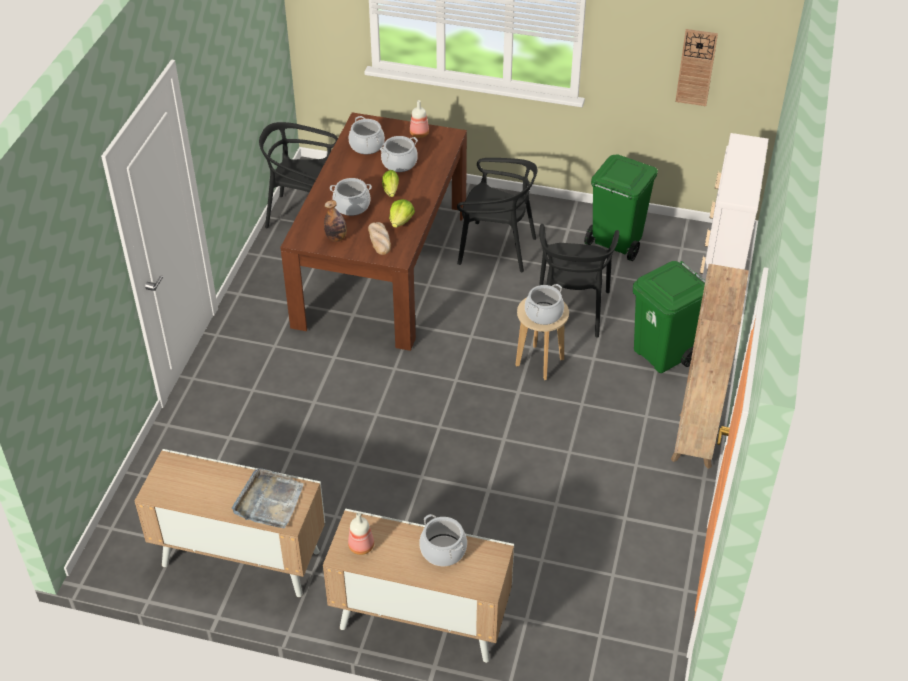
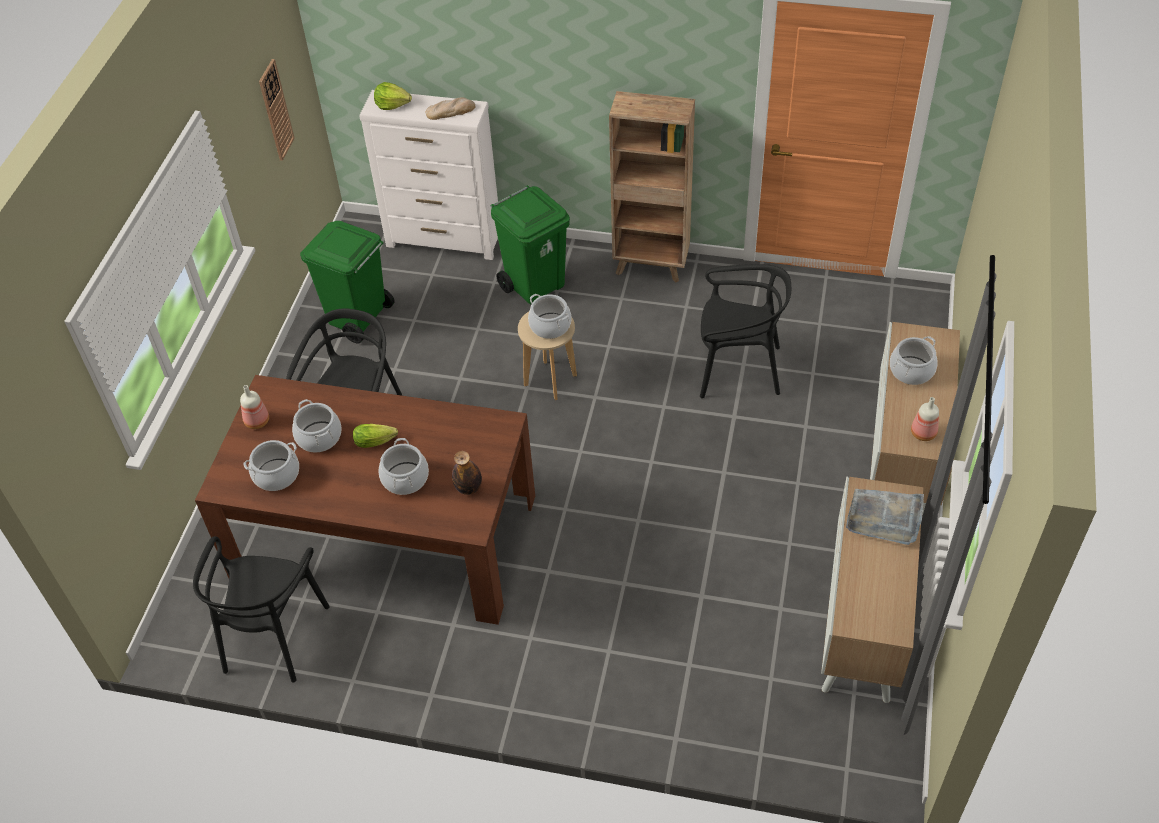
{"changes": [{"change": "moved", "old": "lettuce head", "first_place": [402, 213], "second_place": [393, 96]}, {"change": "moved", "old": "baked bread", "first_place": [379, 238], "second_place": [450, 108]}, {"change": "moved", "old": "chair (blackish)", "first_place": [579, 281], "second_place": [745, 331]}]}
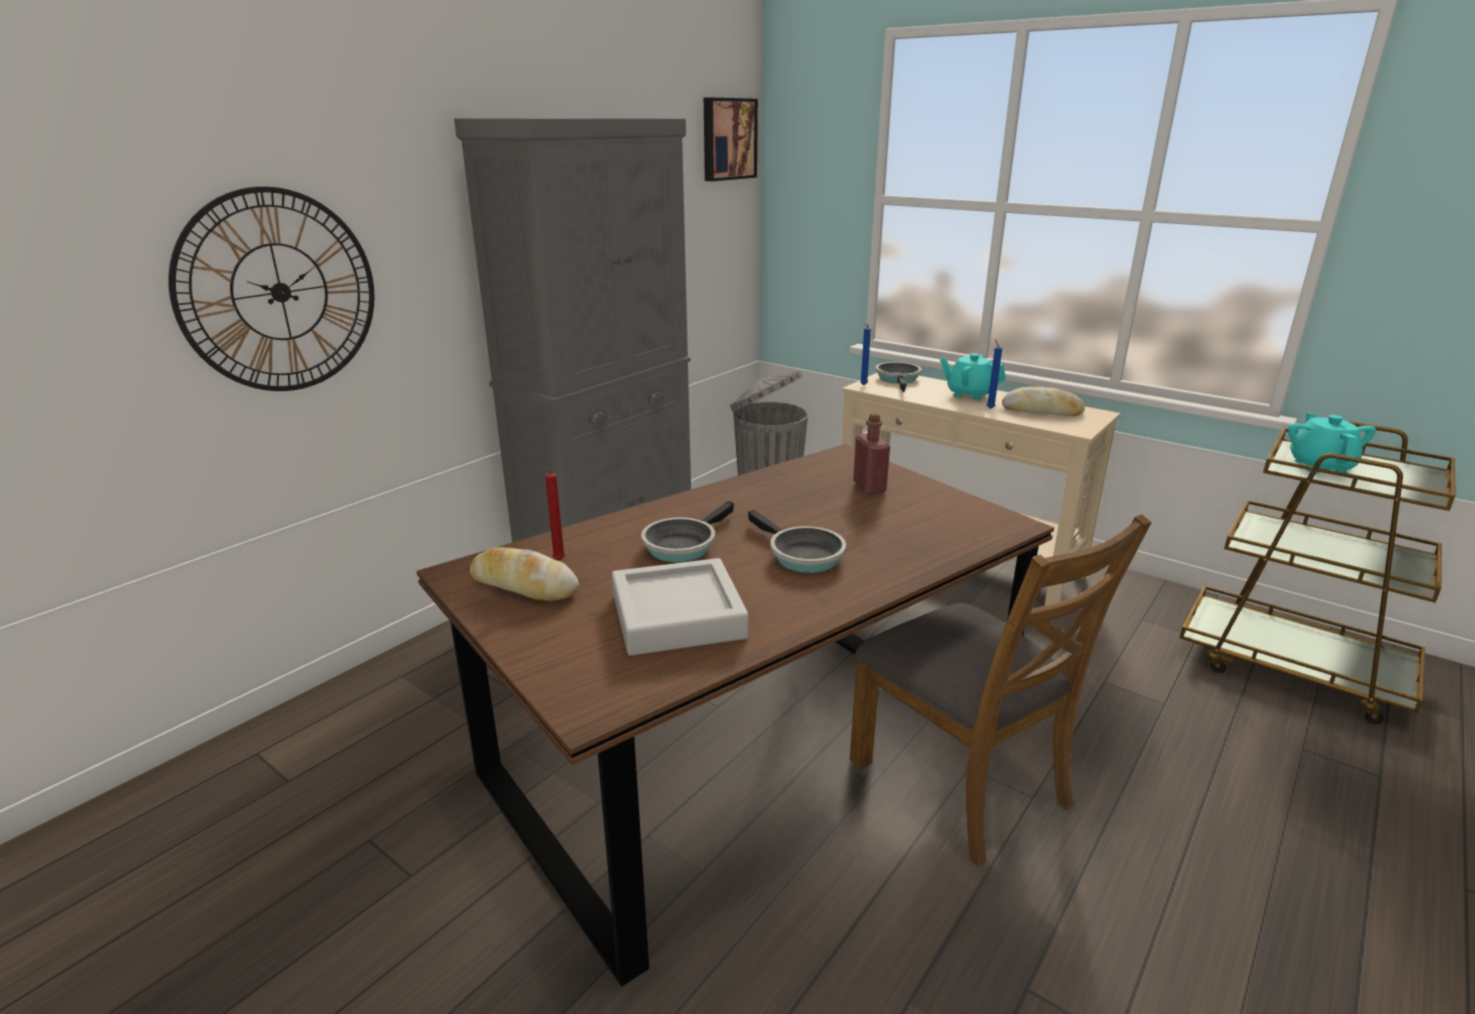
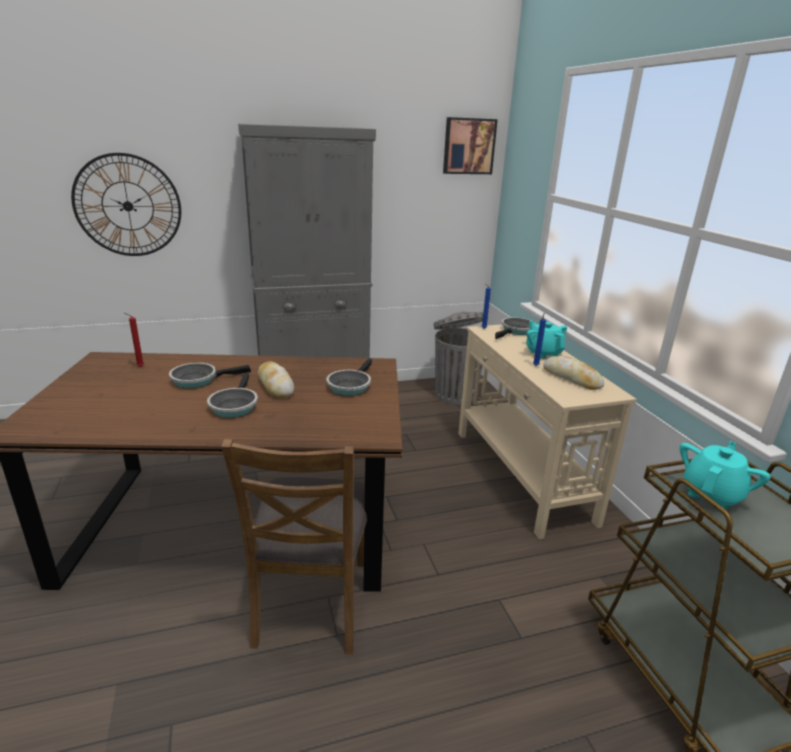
{"changes": [{"change": "replaced", "old": "beverage bottle (red)", "new": "frying pan", "first_place": [871, 453], "second_place": [349, 377]}, {"change": "moved", "old": "baked bread", "first_place": [524, 574], "second_place": [276, 380]}, {"change": "removed", "old": "tray (grey)", "first_place": [680, 607]}]}
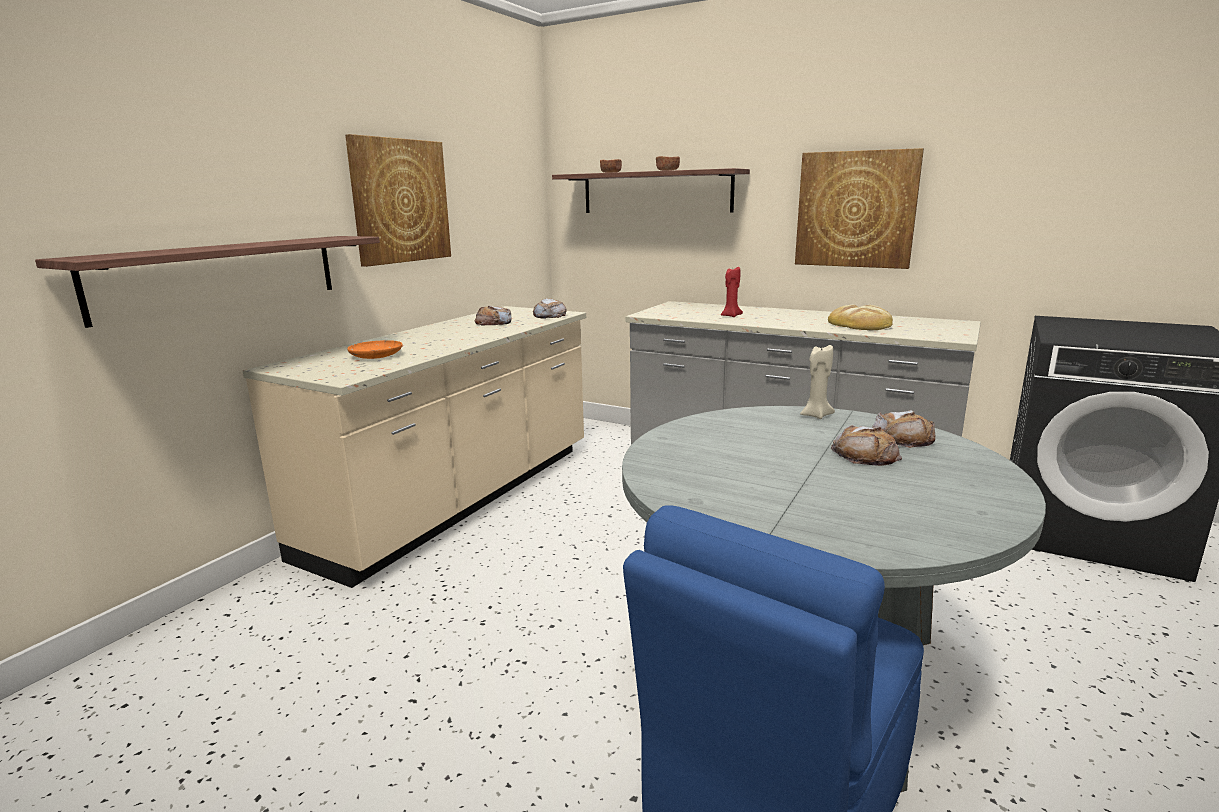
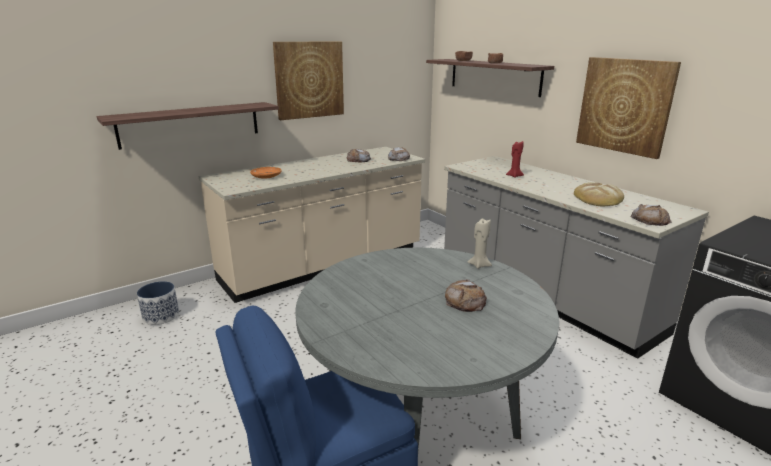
{"changes": [{"change": "moved", "old": "baked bread", "first_place": [904, 429], "second_place": [651, 215]}, {"change": "added", "new": "planter", "second_place": [158, 303]}]}
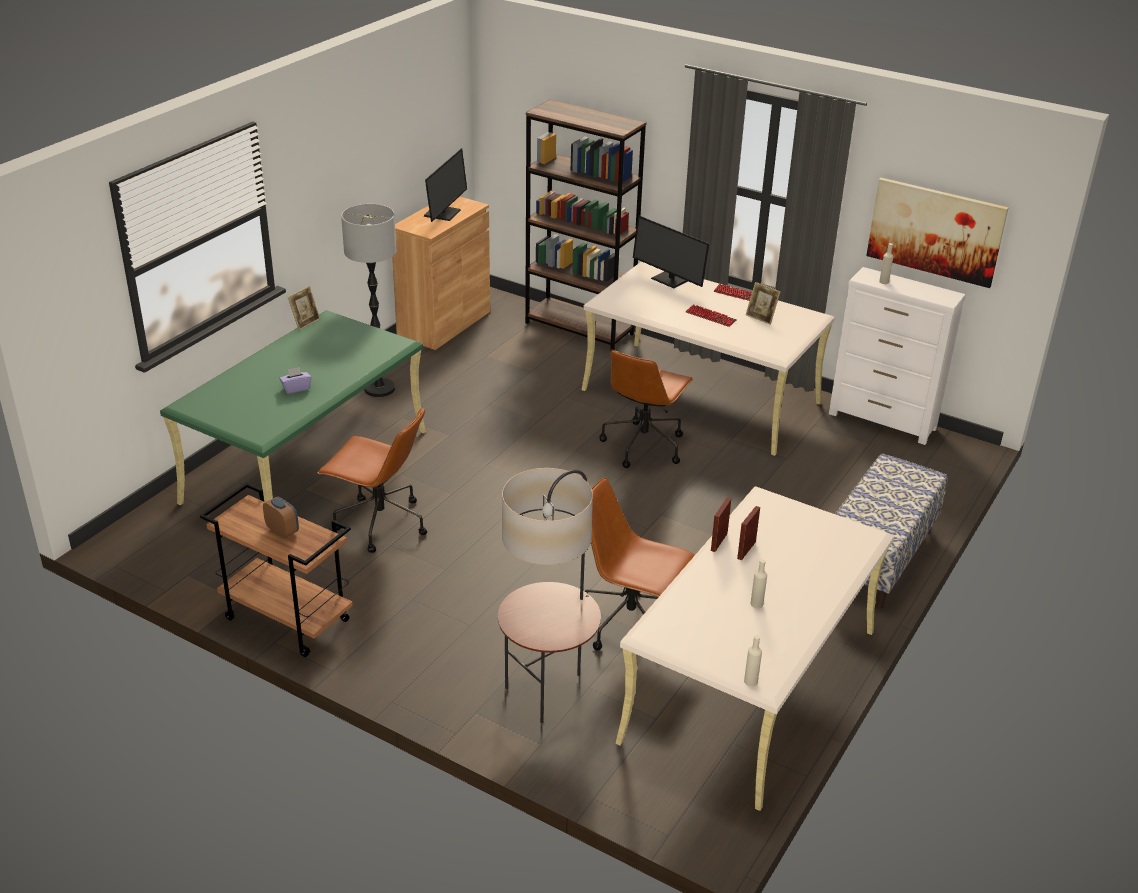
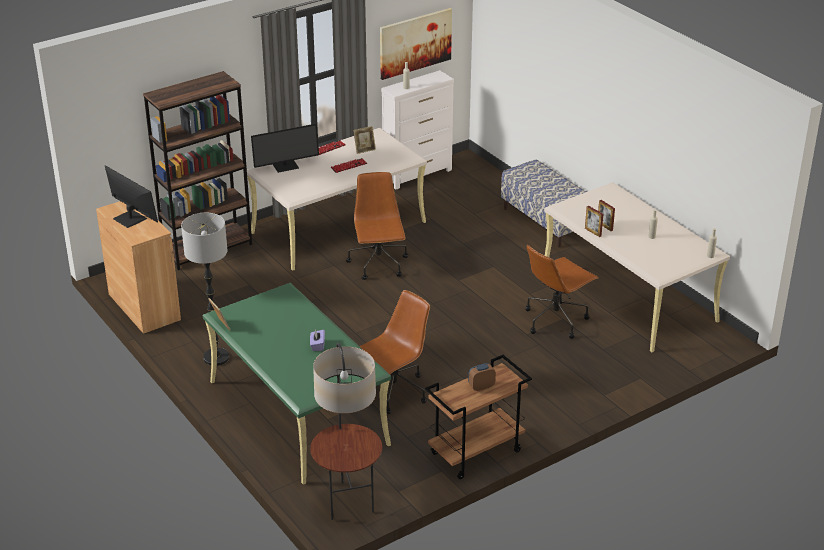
{"changes": [{"change": "turned", "old": "desk chair (brown)", "first_place": [646, 409], "second_place": [377, 226], "degrees": -150}, {"change": "moved", "old": "standard lamp", "first_place": [549, 595], "second_place": [346, 431]}]}
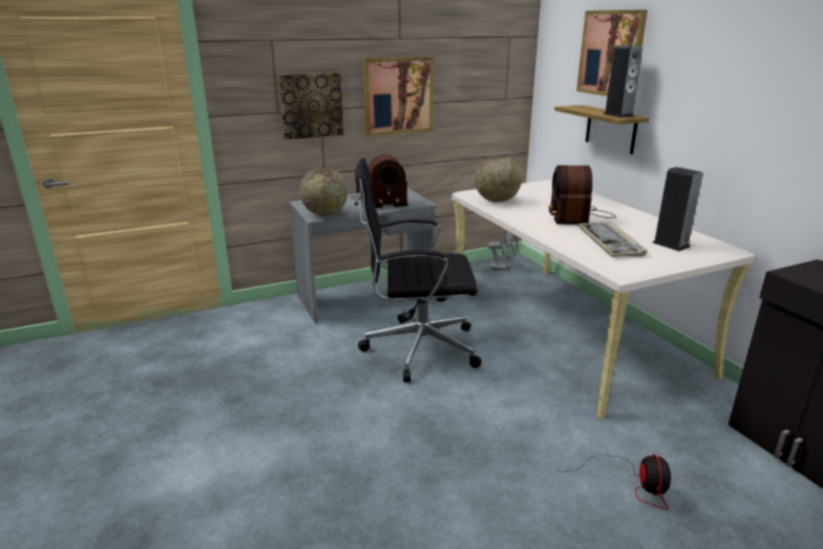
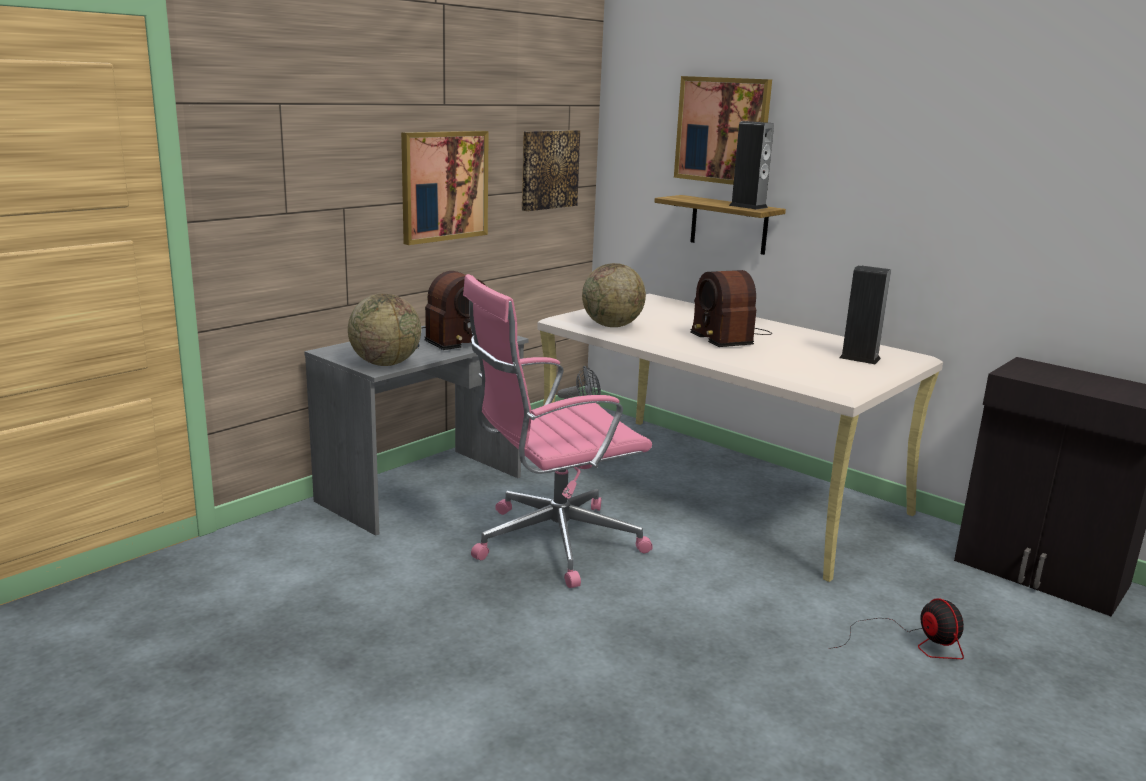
{"changes": [{"change": "moved", "old": "picture", "first_place": [311, 106], "second_place": [551, 170]}, {"change": "recoloured", "old": "desk chair (blackish)", "new": "desk chair (pinkish)", "first_place": [418, 270], "second_place": [558, 431]}, {"change": "removed", "old": "keyboard", "first_place": [612, 239]}]}
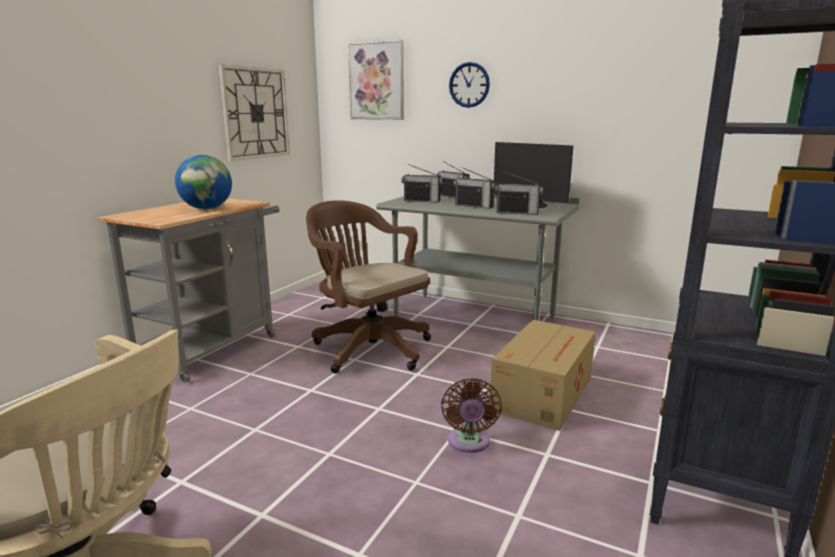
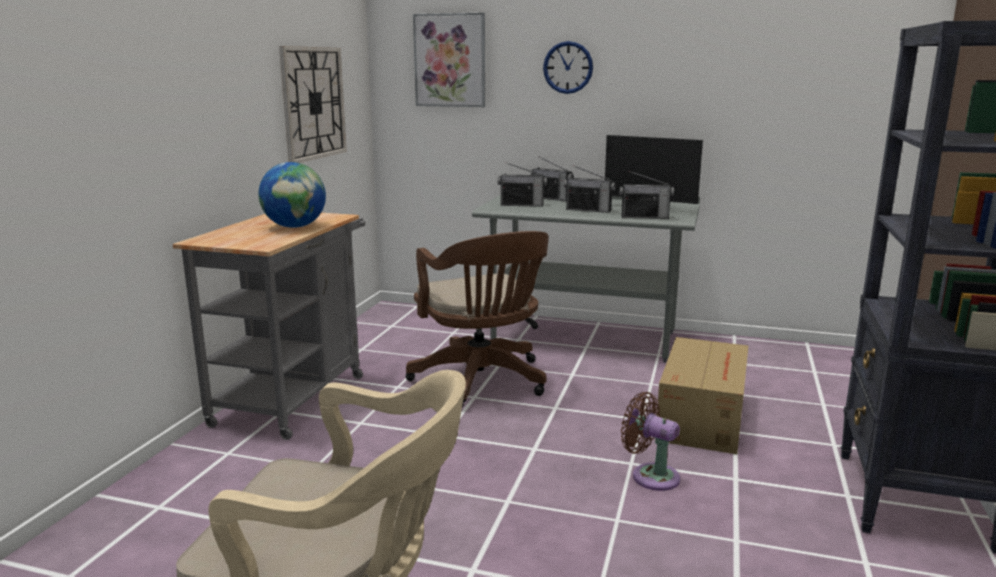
{"changes": [{"change": "turned", "old": "desk chair (brown)", "first_place": [368, 287], "second_place": [477, 319], "degrees": -150}, {"change": "turned", "old": "electric fan (brown)", "first_place": [471, 415], "second_place": [650, 441], "degrees": 135}]}
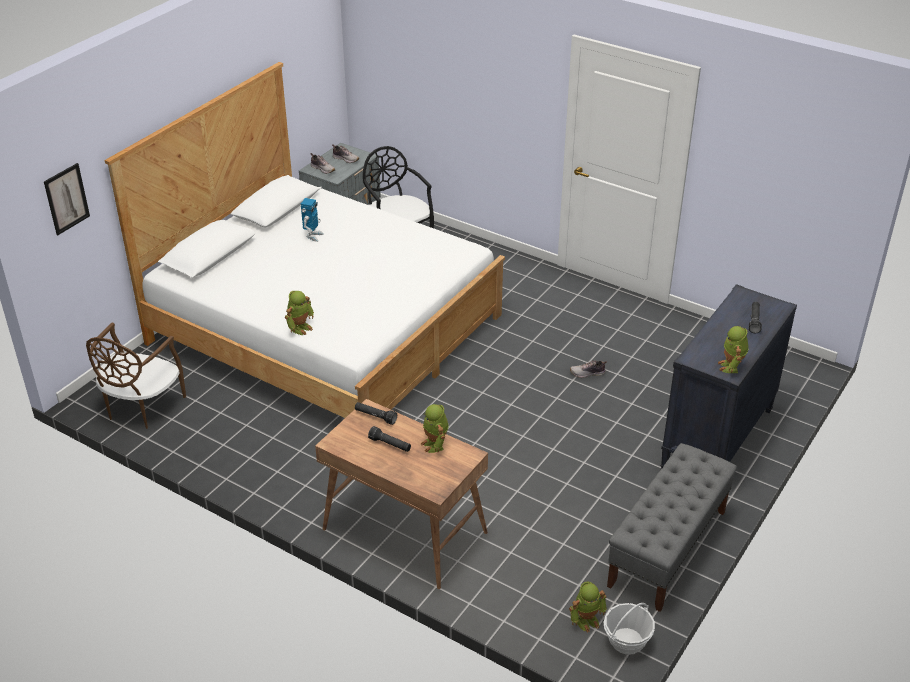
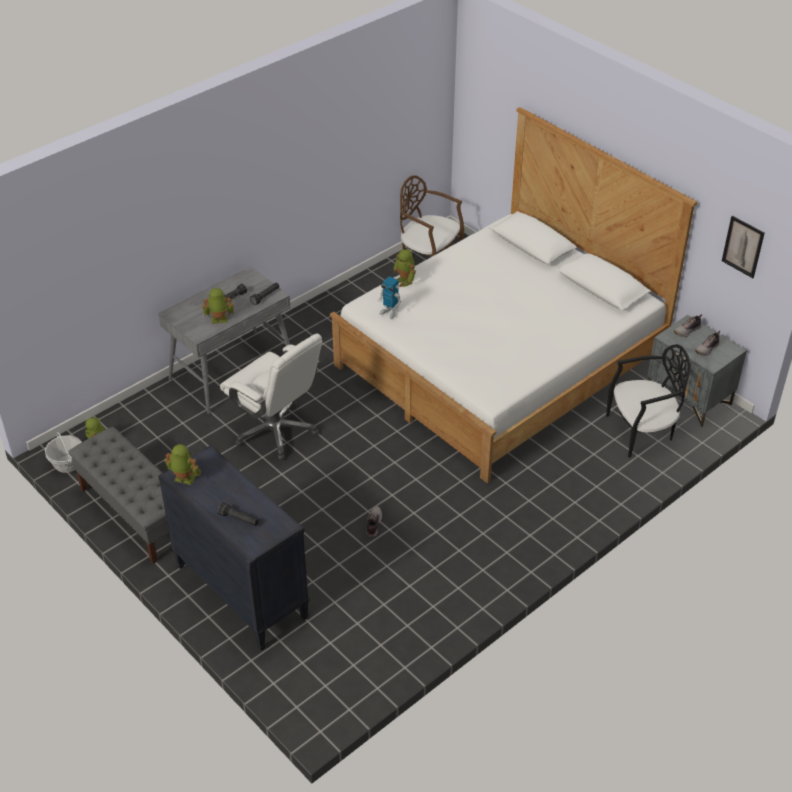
{"changes": [{"change": "moved", "old": "picture", "first_place": [67, 199], "second_place": [743, 247]}, {"change": "moved", "old": "model robot", "first_place": [312, 220], "second_place": [389, 297]}, {"change": "recoloured", "old": "desk unit (brown)", "new": "desk unit (grey)", "first_place": [401, 494], "second_place": [224, 340]}, {"change": "added", "new": "desk chair (whitish)", "second_place": [271, 396]}]}
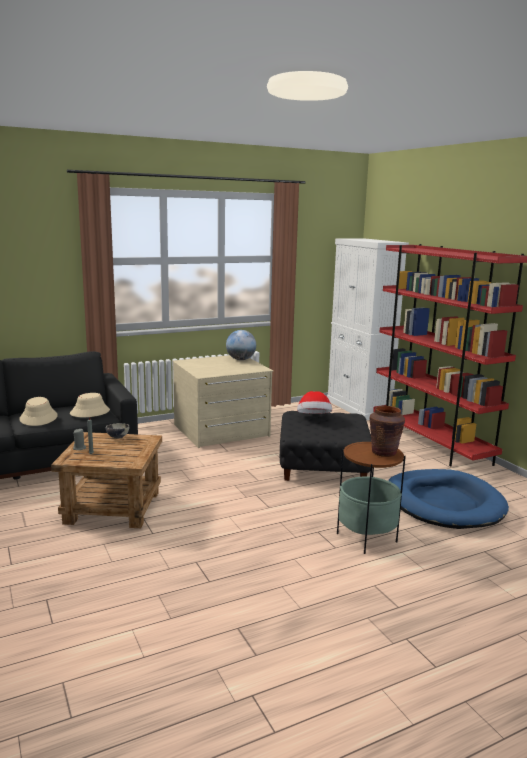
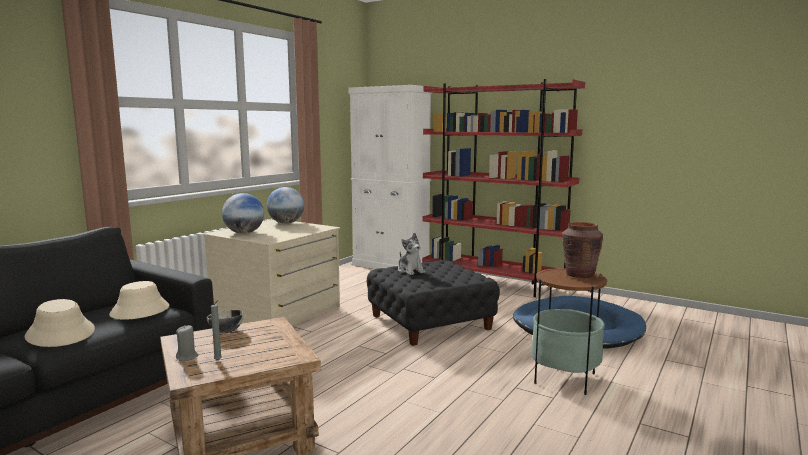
{"changes": [{"change": "replaced", "old": "hat", "new": "cuddly toy", "first_place": [314, 402], "second_place": [411, 254]}, {"change": "added", "new": "globe", "second_place": [243, 213]}]}
